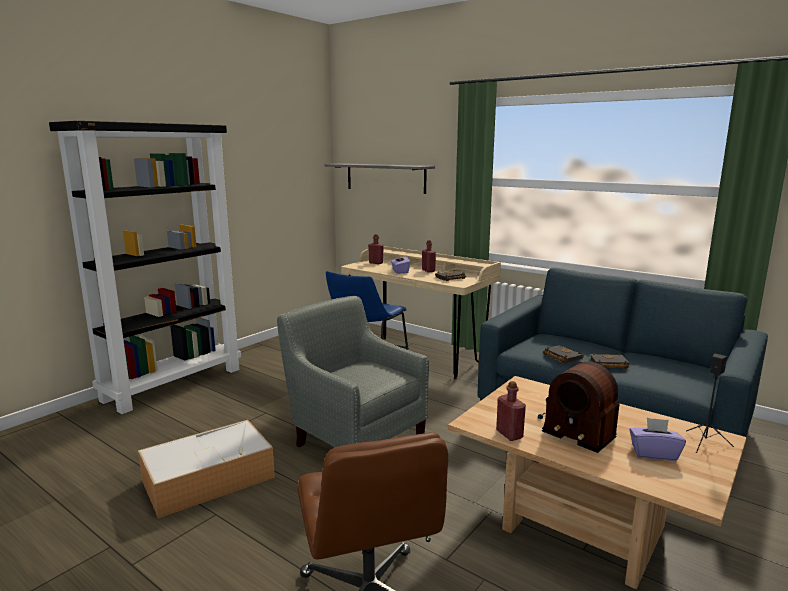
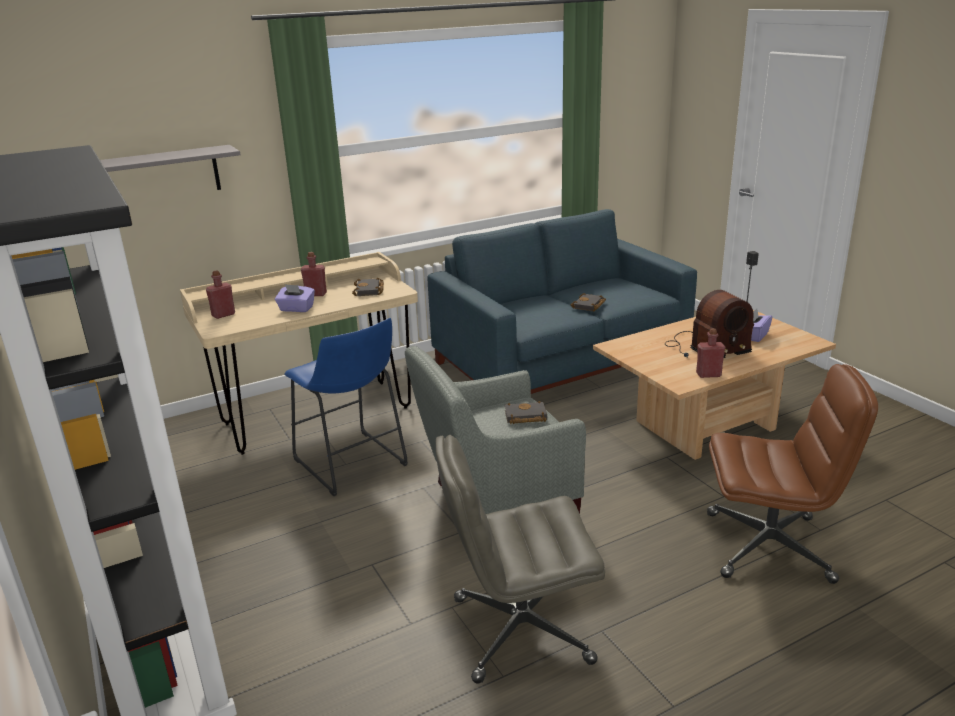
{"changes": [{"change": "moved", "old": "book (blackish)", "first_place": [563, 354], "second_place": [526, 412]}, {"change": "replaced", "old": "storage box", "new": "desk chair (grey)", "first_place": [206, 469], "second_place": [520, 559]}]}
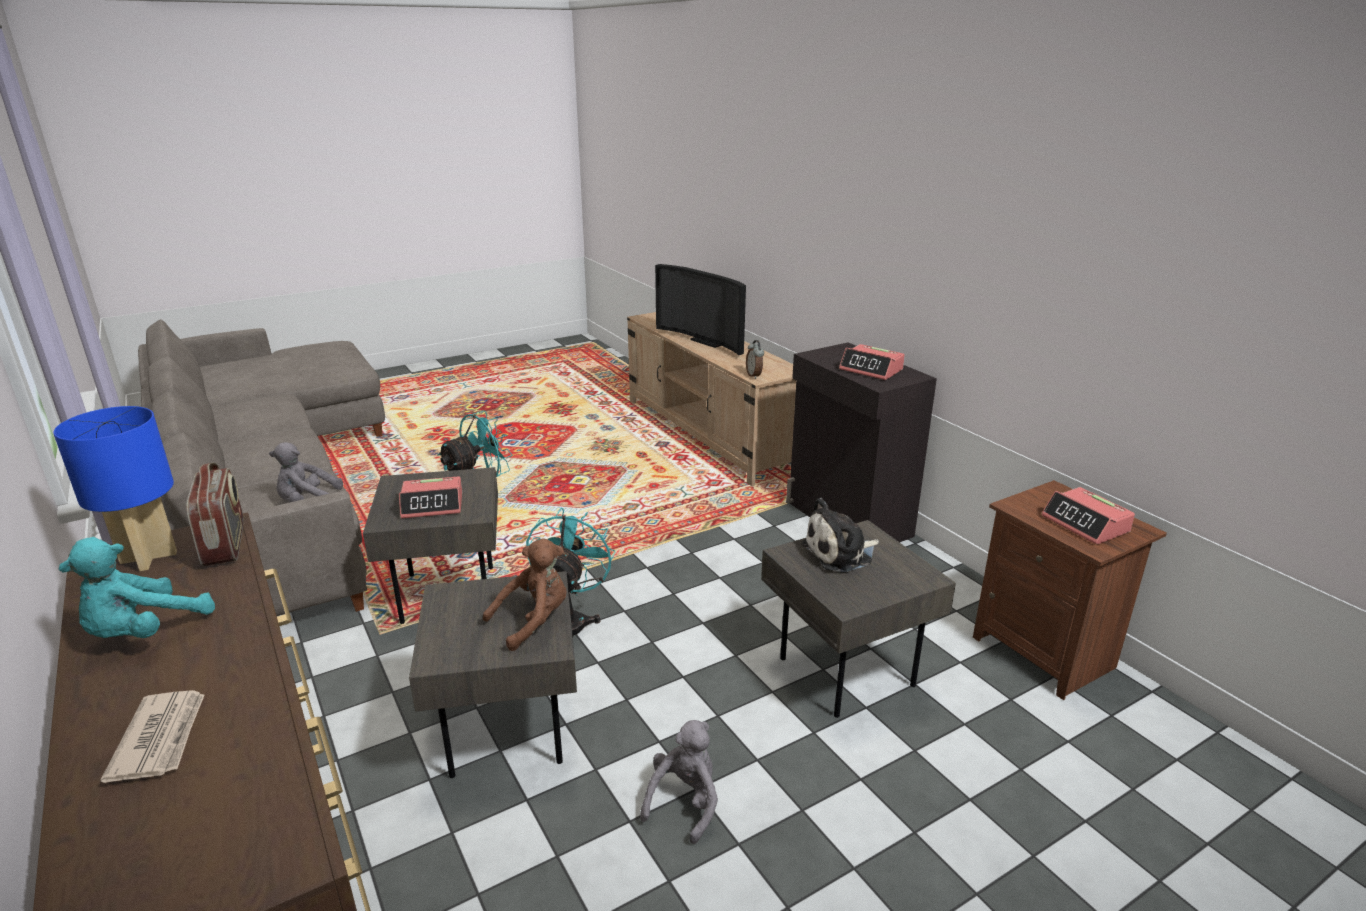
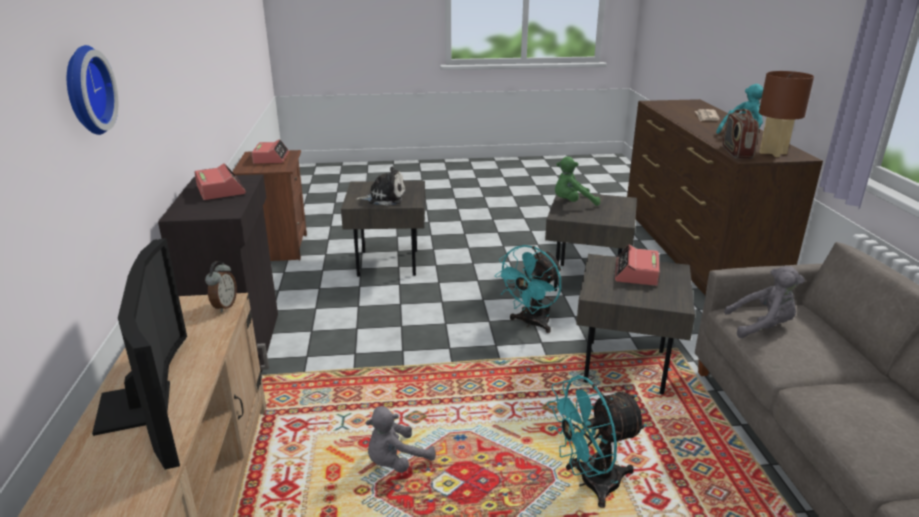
{"changes": [{"change": "recoloured", "old": "table lamp (bluish)", "new": "table lamp (brown)", "first_place": [115, 488], "second_place": [786, 114]}, {"change": "turned", "old": "alarm clock", "first_place": [430, 497], "second_place": [637, 265], "degrees": -90}, {"change": "recoloured", "old": "cuddly toy (brown)", "new": "cuddly toy (greenish)", "first_place": [525, 594], "second_place": [577, 181]}, {"change": "moved", "old": "cuddly toy (grey)", "first_place": [679, 782], "second_place": [401, 439]}, {"change": "added", "new": "clock on the wall", "second_place": [92, 90]}]}
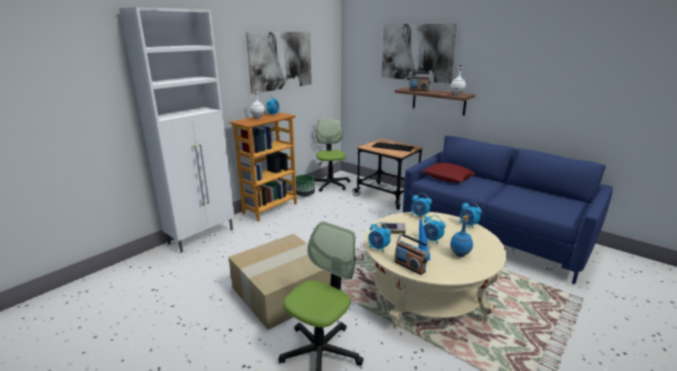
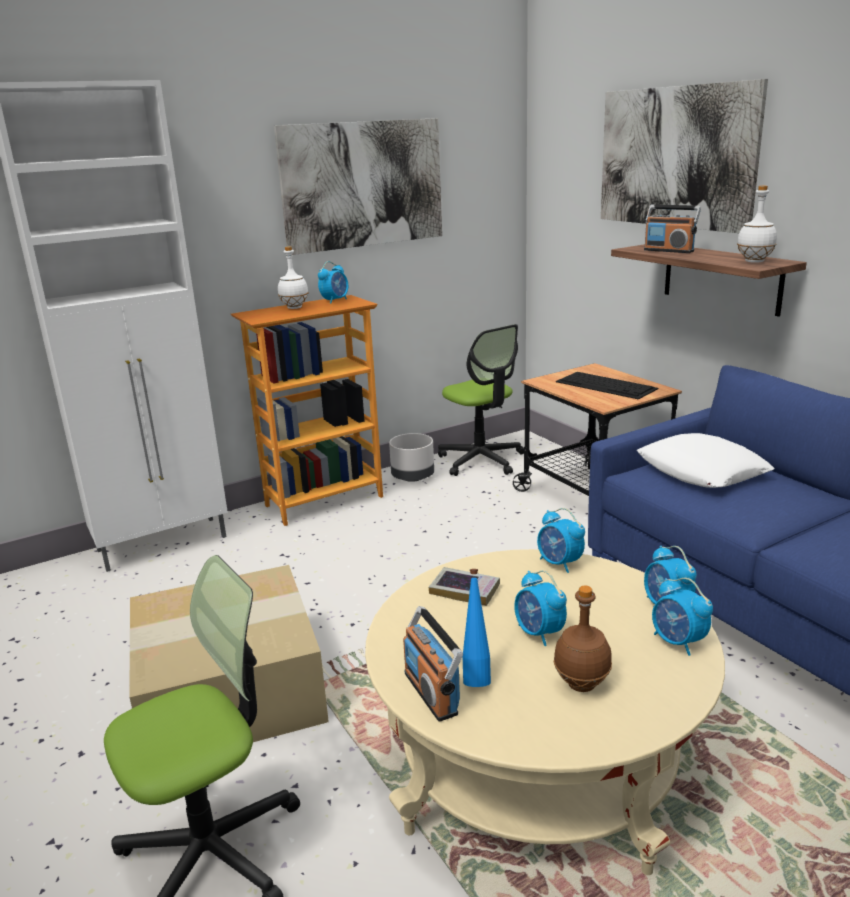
{"changes": [{"change": "turned", "old": "desk chair", "first_place": [332, 155], "second_place": [481, 400], "degrees": 135}, {"change": "recoloured", "old": "throw pillow (red)", "new": "throw pillow (whitish)", "first_place": [449, 173], "second_place": [705, 460]}, {"change": "recoloured", "old": "planter (greenish)", "new": "planter (grey)", "first_place": [305, 186], "second_place": [411, 457]}, {"change": "recoloured", "old": "beverage bottle (bluish)", "new": "beverage bottle (brown)", "first_place": [461, 236], "second_place": [583, 639]}, {"change": "moved", "old": "alarm clock", "first_place": [379, 237], "second_place": [682, 617]}]}
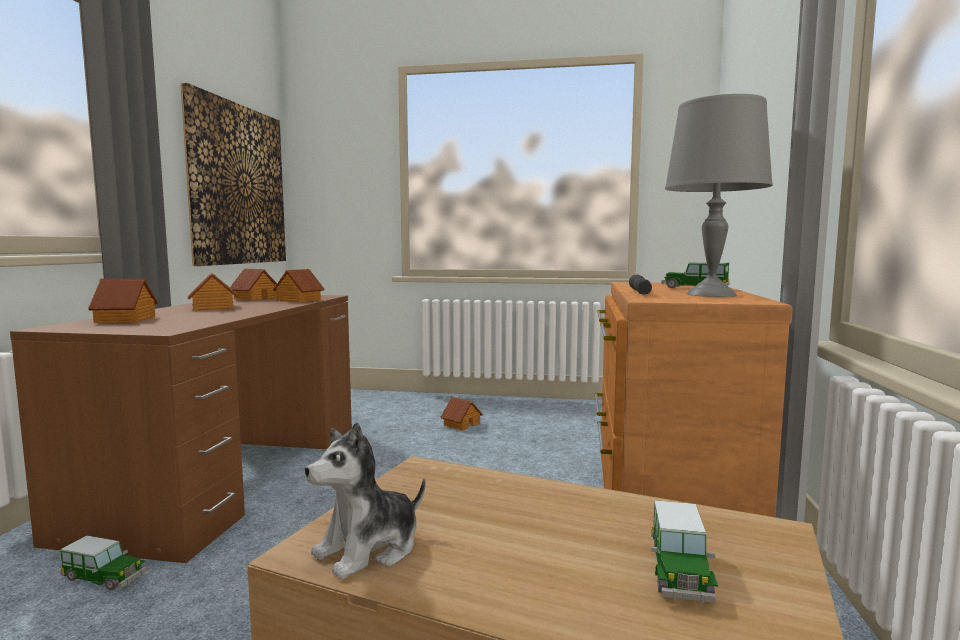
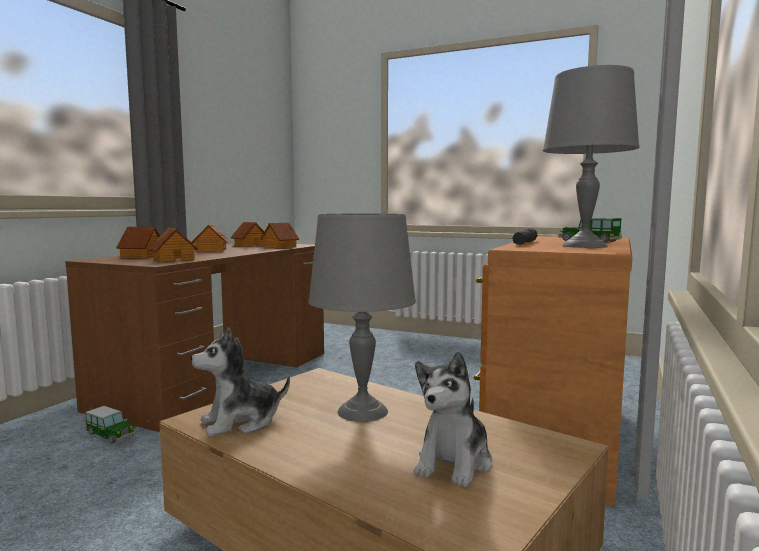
{"changes": [{"change": "removed", "old": "picture", "first_place": [233, 174]}, {"change": "moved", "old": "miniature house", "first_place": [461, 413], "second_place": [173, 245]}, {"change": "replaced", "old": "miniature car", "new": "cuddly toy", "first_place": [684, 552], "second_place": [453, 419]}, {"change": "added", "new": "table lamp (grey)", "second_place": [362, 317]}]}
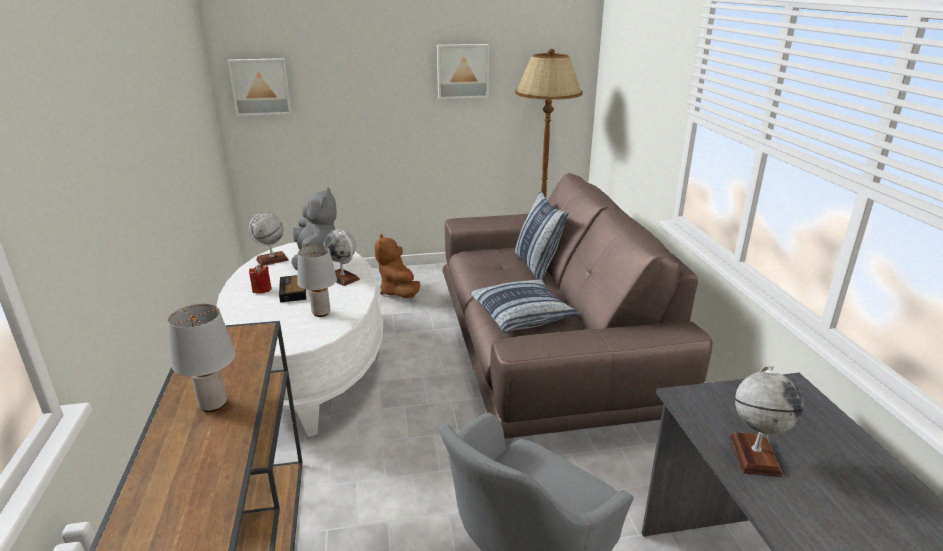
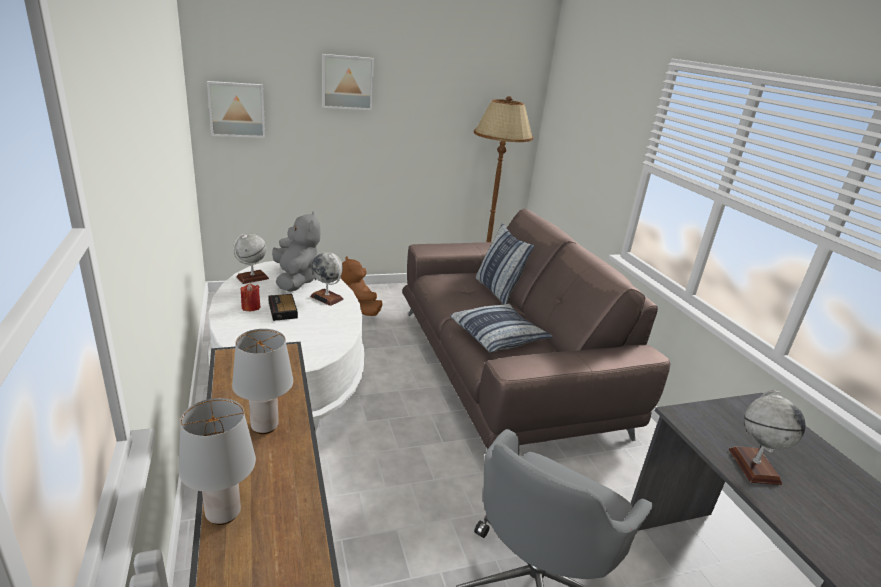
{"changes": [{"change": "moved", "old": "picture", "first_place": [463, 71], "second_place": [348, 82]}, {"change": "moved", "old": "table lamp (grey)", "first_place": [317, 281], "second_place": [217, 461]}]}
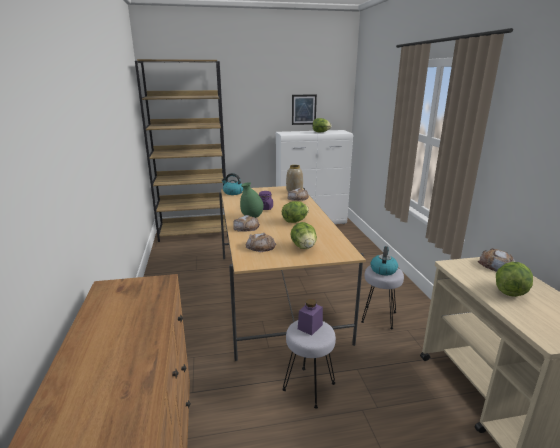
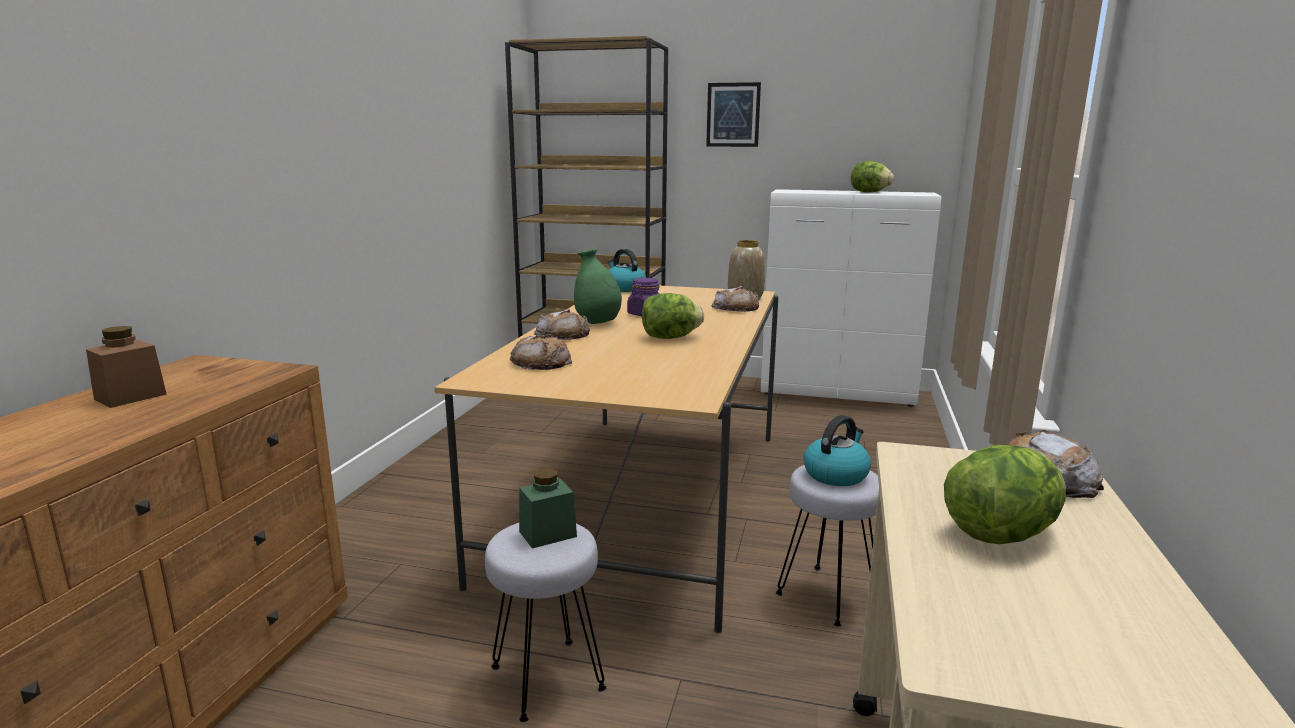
{"changes": [{"change": "moved", "old": "picture", "first_place": [304, 109], "second_place": [733, 114]}, {"change": "removed", "old": "lettuce head", "first_place": [303, 235]}, {"change": "recoloured", "old": "jar (purple)", "new": "jar (greenish)", "first_place": [310, 317], "second_place": [548, 508]}, {"change": "added", "new": "jar (brown)", "second_place": [126, 367]}]}
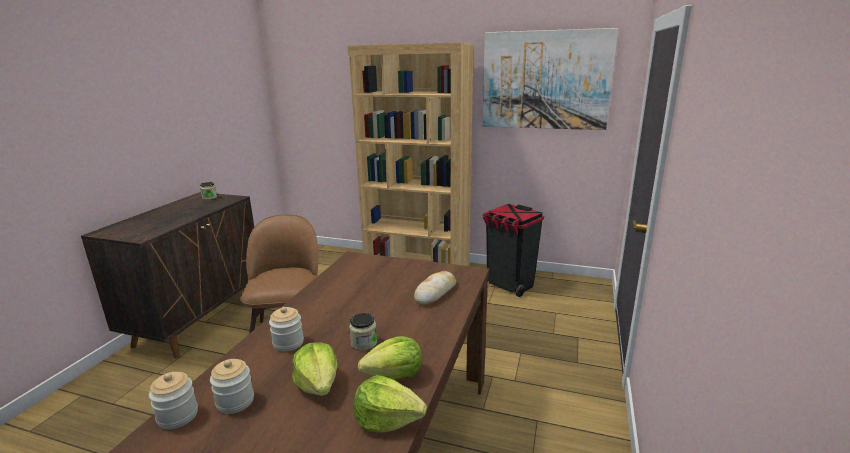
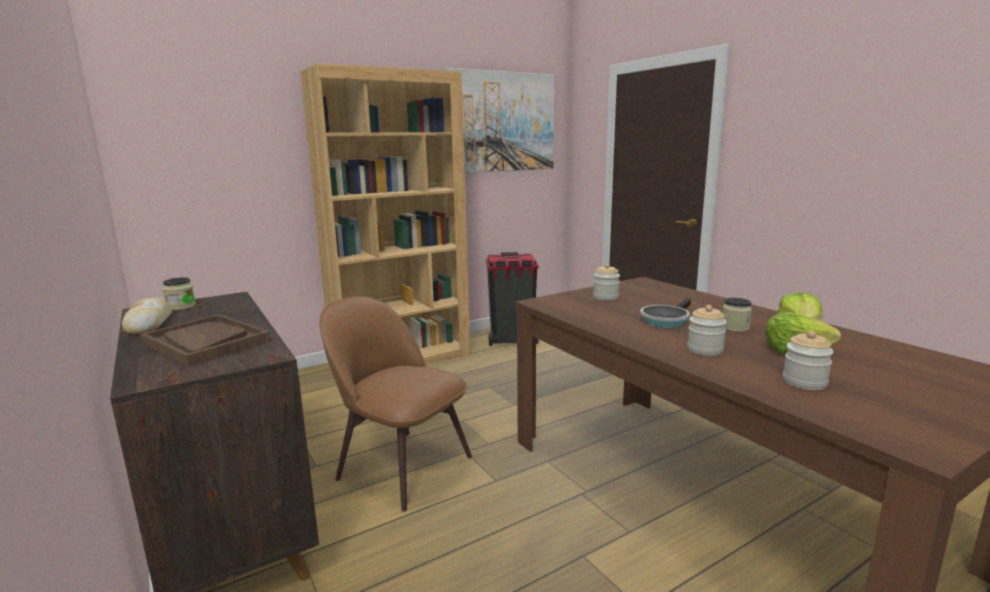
{"changes": [{"change": "moved", "old": "baked bread", "first_place": [435, 288], "second_place": [147, 315]}, {"change": "moved", "old": "jar", "first_place": [173, 401], "second_place": [606, 282]}, {"change": "removed", "old": "lettuce head", "first_place": [390, 404]}, {"change": "added", "new": "frying pan", "second_place": [665, 313]}, {"change": "added", "new": "tray (brown)", "second_place": [205, 340]}]}
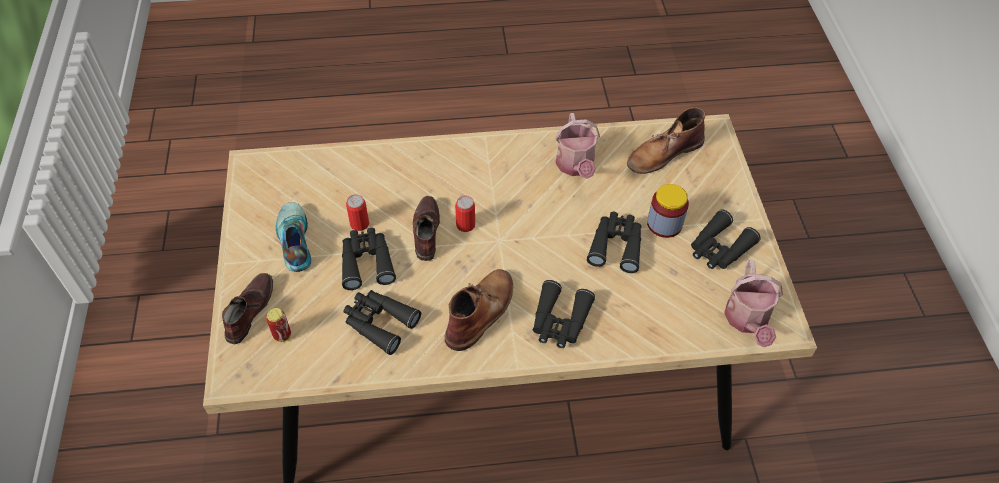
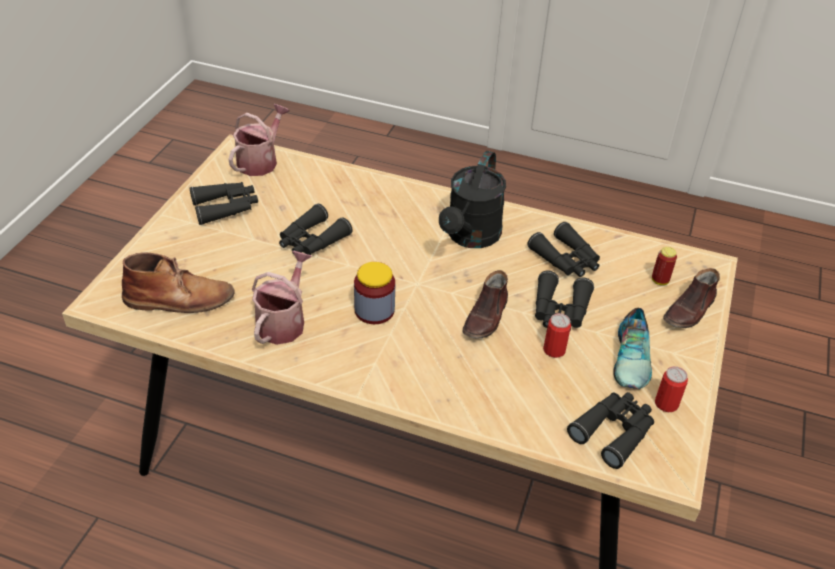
{"changes": [{"change": "moved", "old": "jar", "first_place": [668, 211], "second_place": [374, 293]}, {"change": "moved", "old": "sealed can", "first_place": [465, 214], "second_place": [671, 389]}, {"change": "replaced", "old": "high-top boot (brown)", "new": "sprinkling can (blackish)", "first_place": [479, 310], "second_place": [472, 199]}, {"change": "moved", "old": "field glasses (blackish)", "first_place": [564, 314], "second_place": [610, 430]}]}
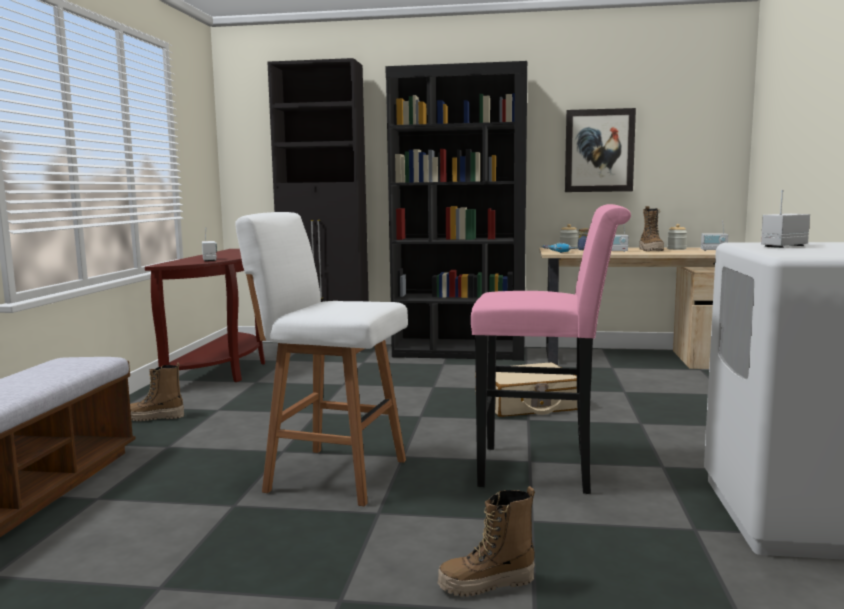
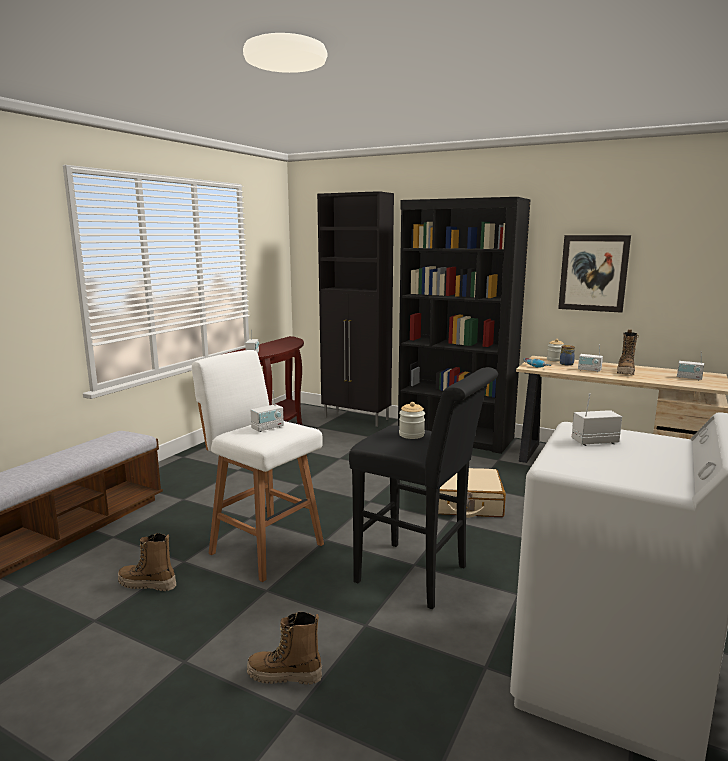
{"changes": [{"change": "recoloured", "old": "stool seat (pinkish)", "new": "stool seat (blackish)", "first_place": [551, 349], "second_place": [423, 488]}, {"change": "moved", "old": "jar", "first_place": [677, 237], "second_place": [412, 420]}, {"change": "moved", "old": "high-top boot", "first_place": [157, 392], "second_place": [147, 562]}, {"change": "added", "new": "radio set", "second_place": [267, 411]}]}
